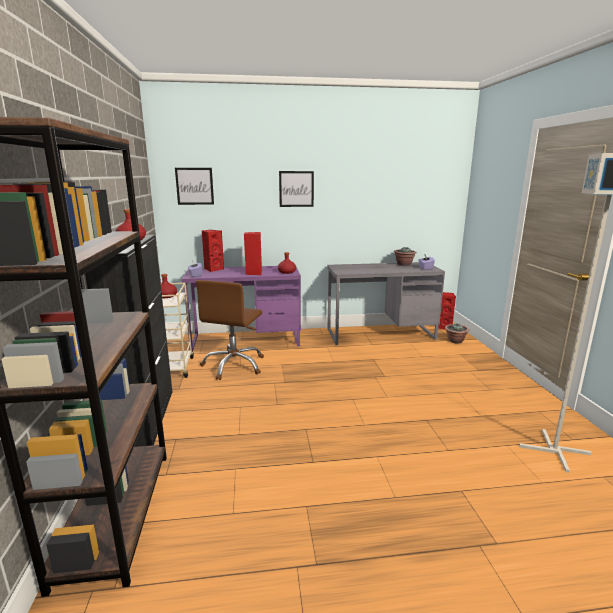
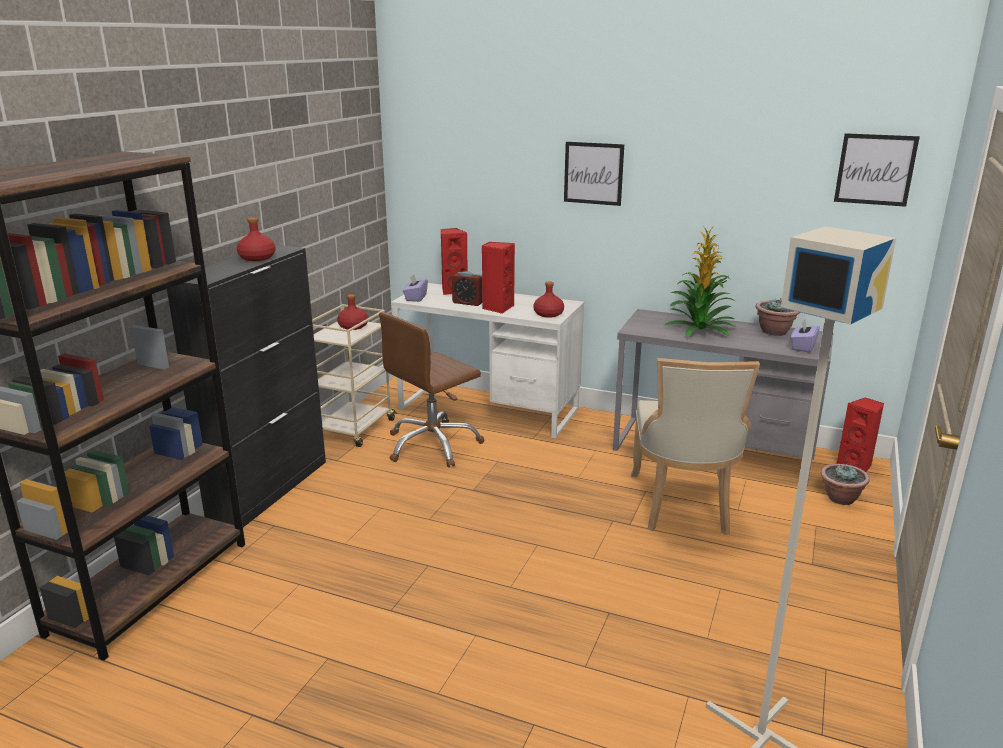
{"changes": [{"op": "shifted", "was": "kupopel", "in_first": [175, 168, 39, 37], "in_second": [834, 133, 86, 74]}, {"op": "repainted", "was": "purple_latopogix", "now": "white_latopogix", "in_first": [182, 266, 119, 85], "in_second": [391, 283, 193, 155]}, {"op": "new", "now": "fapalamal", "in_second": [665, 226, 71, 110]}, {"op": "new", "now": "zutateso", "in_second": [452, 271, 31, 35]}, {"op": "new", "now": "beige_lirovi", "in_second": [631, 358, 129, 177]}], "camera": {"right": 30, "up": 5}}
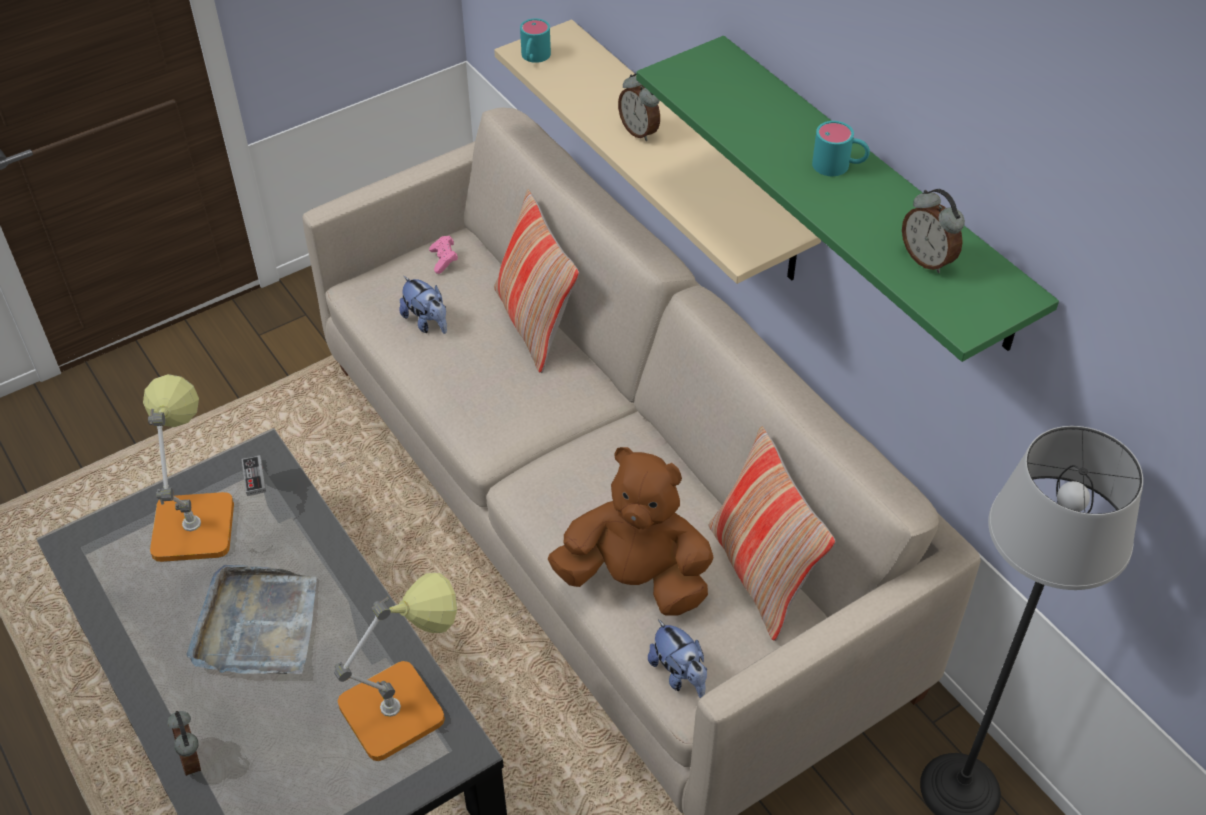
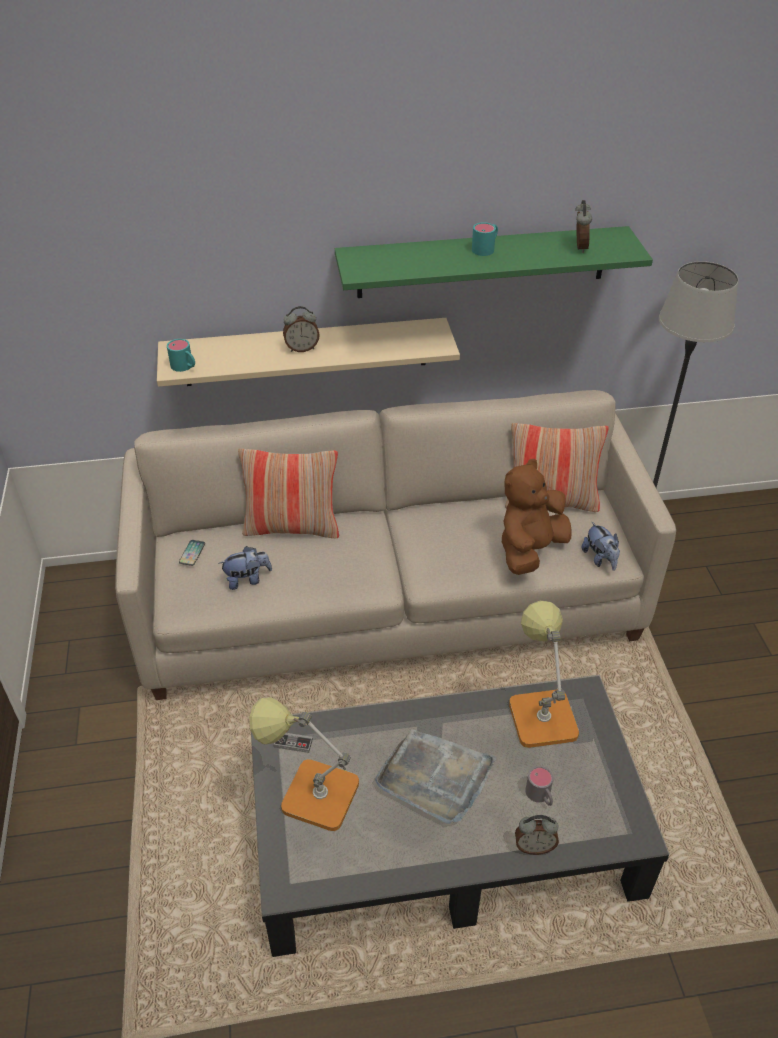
{"changes": [{"op": "rotated", "was": "zutateso", "in_first": [902, 189, 63, 84], "in_second": [575, 200, 17, 53], "clockwise": -75}, {"op": "swapped", "was": "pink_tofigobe", "now": "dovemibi", "in_first": [429, 236, 29, 38], "in_second": [179, 540, 26, 26]}, {"op": "rotated", "was": "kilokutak", "in_first": [648, 619, 59, 79], "in_second": [581, 522, 39, 49], "clockwise": 75}, {"op": "new", "now": "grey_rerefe", "in_second": [525, 766, 28, 40]}], "camera": {"right": -65, "up": -5}}
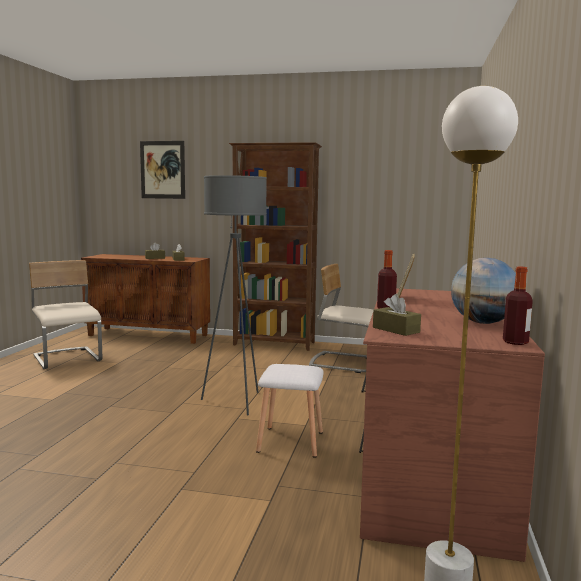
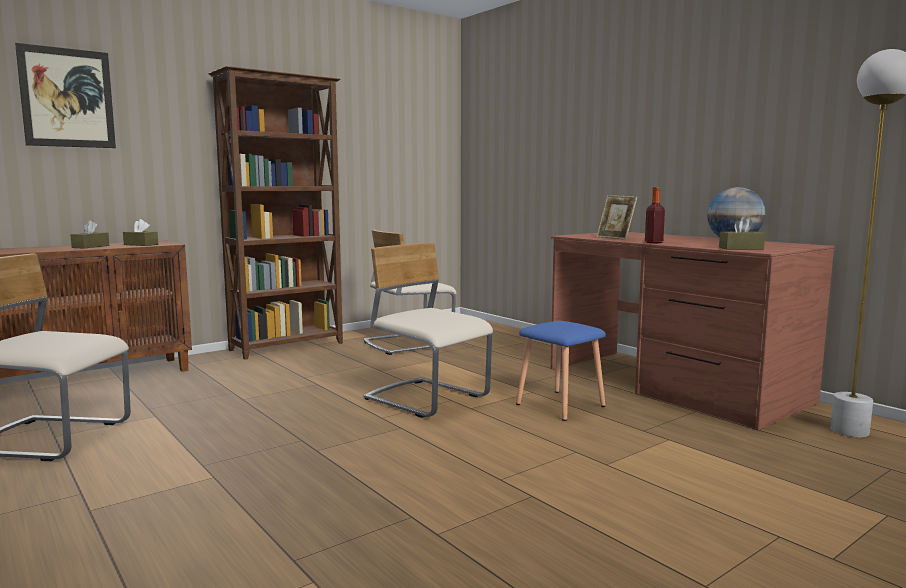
{"changes": [{"op": "swapped", "was": "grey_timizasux", "now": "beige_lirovi", "in_first": [201, 175, 66, 240], "in_second": [364, 242, 129, 176]}, {"op": "gone", "was": "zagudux", "in_first": [503, 267, 30, 78]}, {"op": "repainted", "was": "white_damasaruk", "now": "blue_damasaruk", "in_first": [256, 364, 68, 94], "in_second": [516, 321, 90, 100]}], "camera": {"right": -50, "up": 0}}
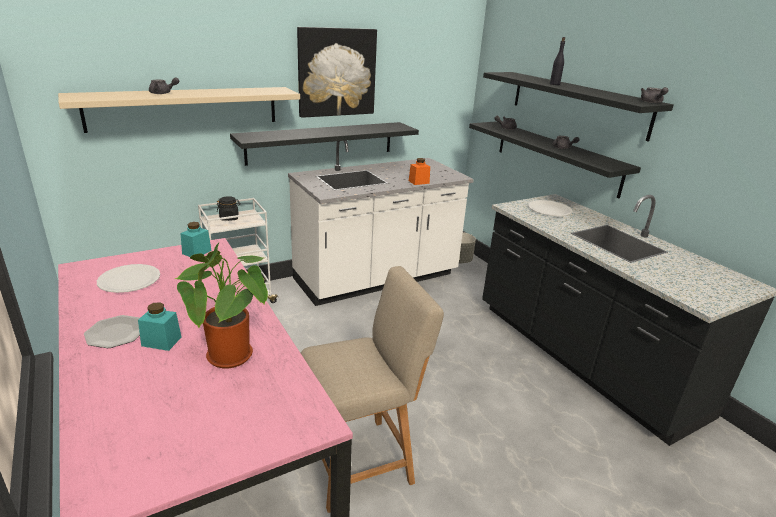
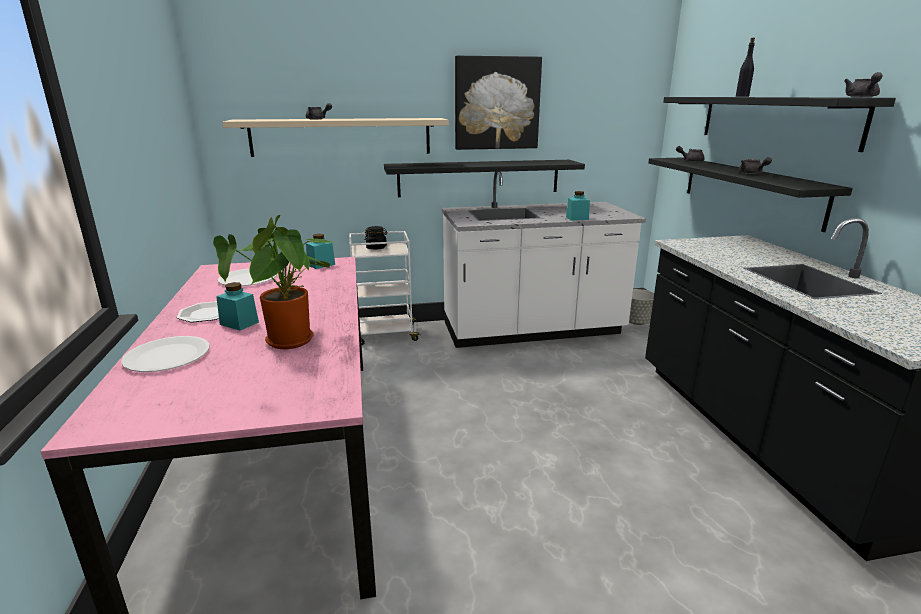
{"changes": [{"op": "repainted", "was": "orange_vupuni", "now": "turquoise_vupuni", "in_first": [409, 158, 21, 27], "in_second": [566, 191, 24, 29]}, {"op": "shifted", "was": "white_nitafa", "in_first": [528, 200, 44, 16], "in_second": [121, 336, 89, 36]}, {"op": "gone", "was": "beige_lirovi", "in_first": [301, 266, 143, 247]}], "camera": {"right": 20, "up": -5}}
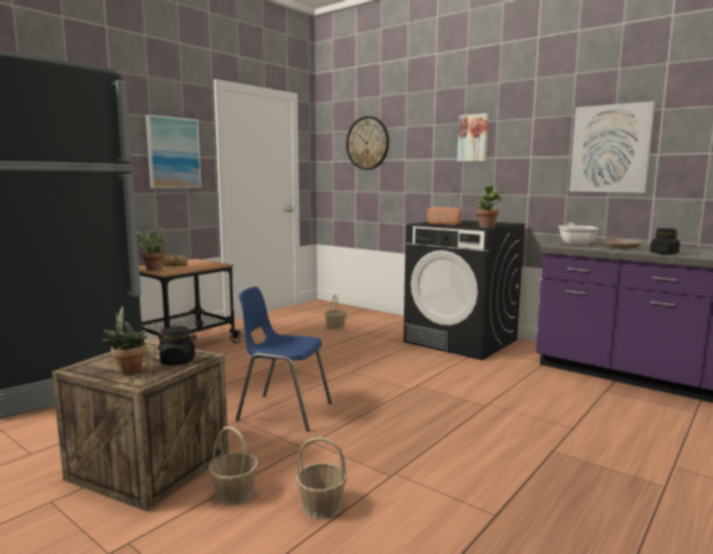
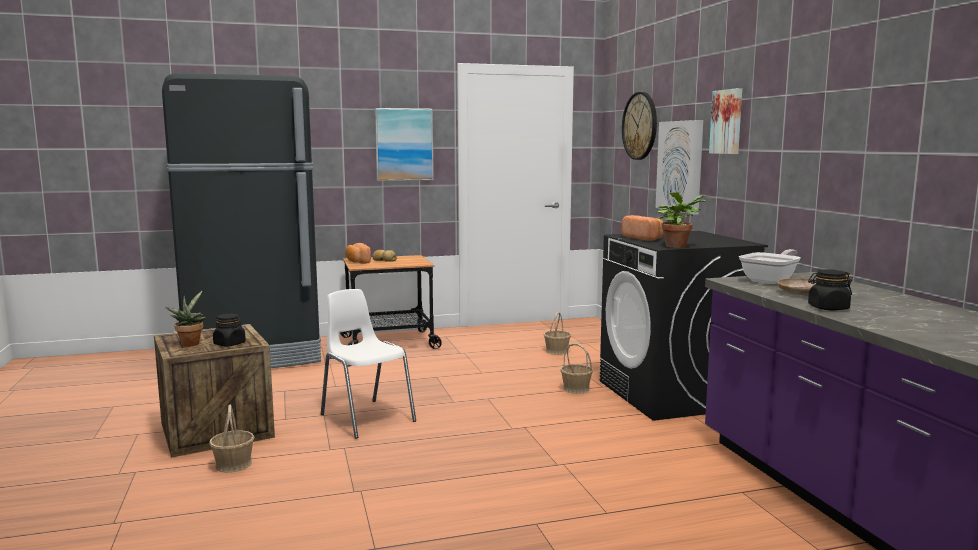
{"changes": [{"op": "shifted", "was": "kupopel", "in_first": [569, 101, 86, 92], "in_second": [655, 120, 48, 95]}, {"op": "swapped", "was": "fapalamal", "now": "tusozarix", "in_first": [137, 228, 31, 42], "in_second": [345, 243, 26, 21]}, {"op": "repainted", "was": "blue_lirovi", "now": "white_lirovi", "in_first": [236, 287, 96, 145], "in_second": [321, 289, 95, 150]}, {"op": "shifted", "was": "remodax", "in_first": [296, 437, 51, 82], "in_second": [560, 343, 33, 51]}], "camera": {"right": 35, "up": 0}}
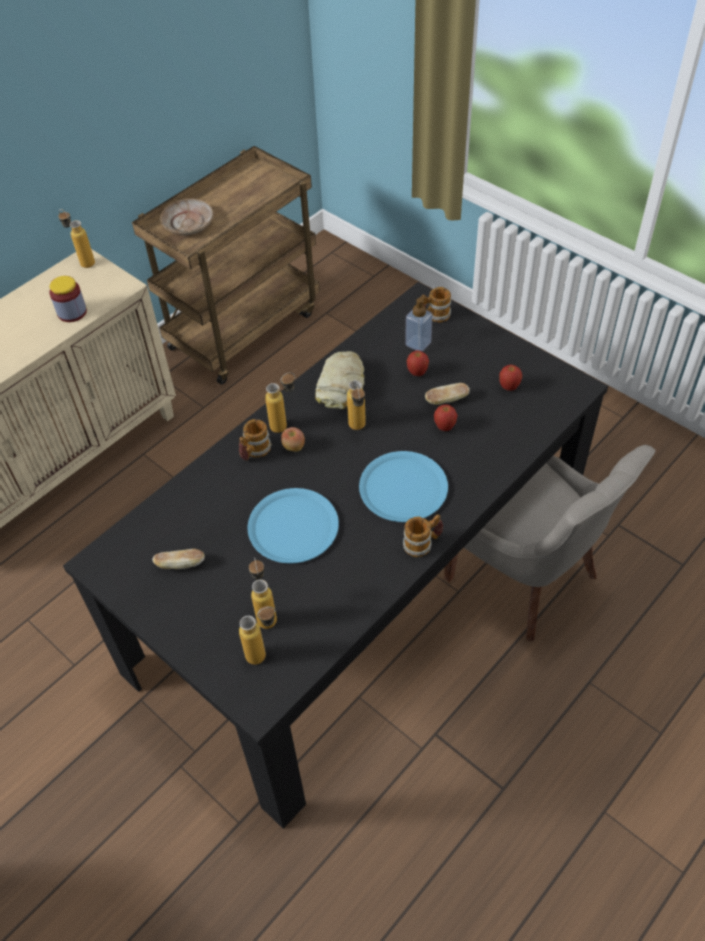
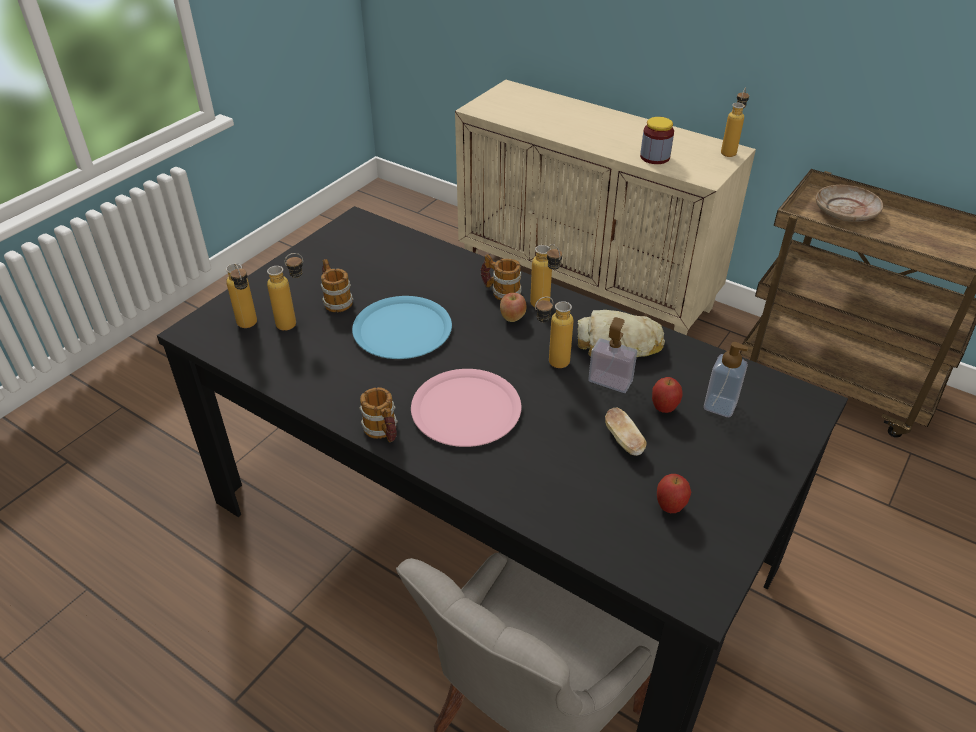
{"changes": [{"op": "shifted", "was": "rerefe", "in_first": [423, 287, 28, 36], "in_second": [321, 259, 32, 53]}, {"op": "gone", "was": "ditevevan", "in_first": [434, 404, 24, 27]}, {"op": "repainted", "was": "blue_nitafa", "now": "pink_nitafa", "in_first": [359, 451, 89, 71], "in_second": [411, 369, 110, 78]}, {"op": "gone", "was": "tusozarix", "in_first": [152, 549, 53, 20]}, {"op": "new", "now": "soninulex", "in_second": [588, 317, 49, 76]}], "camera": {"right": 80, "up": -10}}
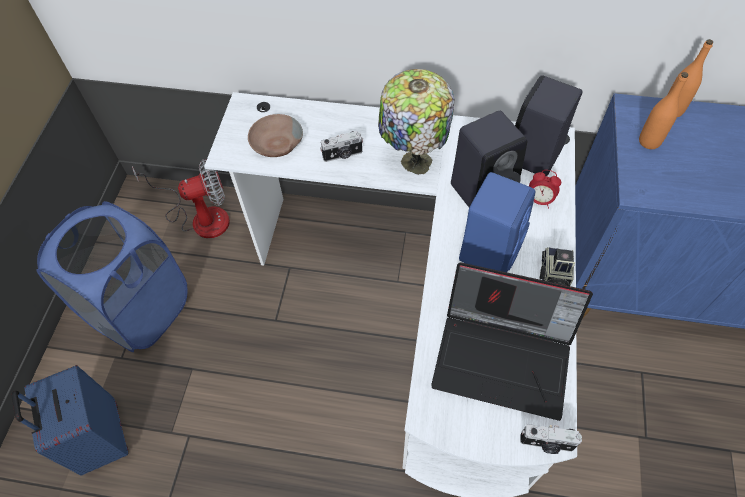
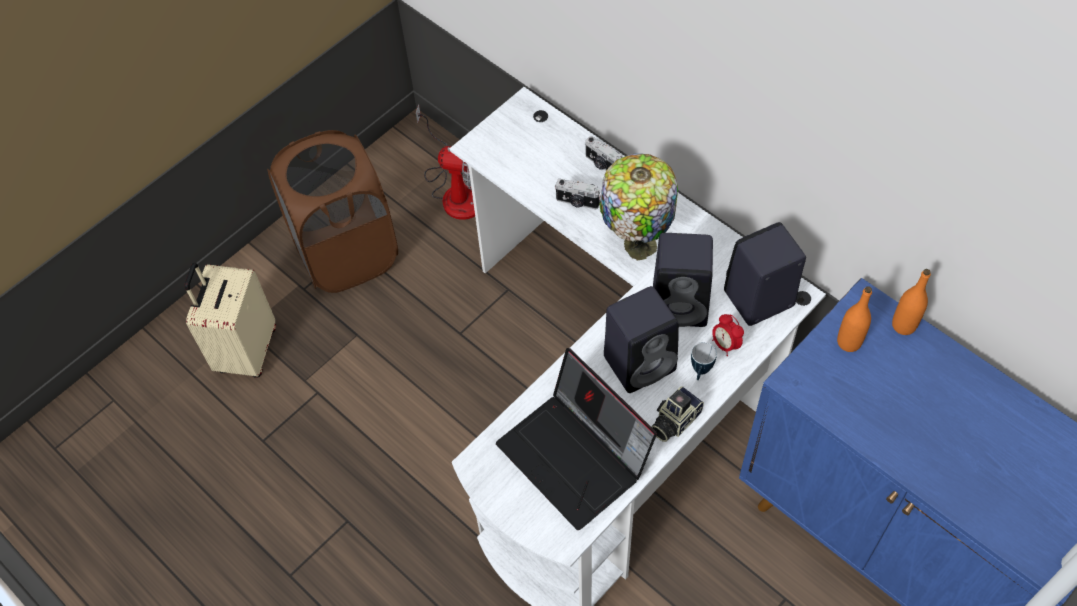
{"changes": [{"op": "gone", "was": "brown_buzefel", "in_first": [248, 114, 55, 43]}, {"op": "repainted", "was": "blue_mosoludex", "now": "black_mosoludex", "in_first": [459, 172, 76, 100], "in_second": [604, 286, 75, 107]}, {"op": "repainted", "was": "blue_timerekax", "now": "brown_timerekax", "in_first": [36, 201, 151, 151], "in_second": [267, 130, 131, 163]}, {"op": "repainted", "was": "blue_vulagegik", "now": "beige_vulagegik", "in_first": [11, 365, 117, 110], "in_second": [184, 263, 92, 115]}, {"op": "shifted", "was": "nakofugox", "in_first": [520, 424, 62, 30], "in_second": [586, 136, 35, 35]}, {"op": "new", "now": "rerefe", "in_second": [691, 342, 26, 38]}], "camera": {"right": 35, "up": 0}}
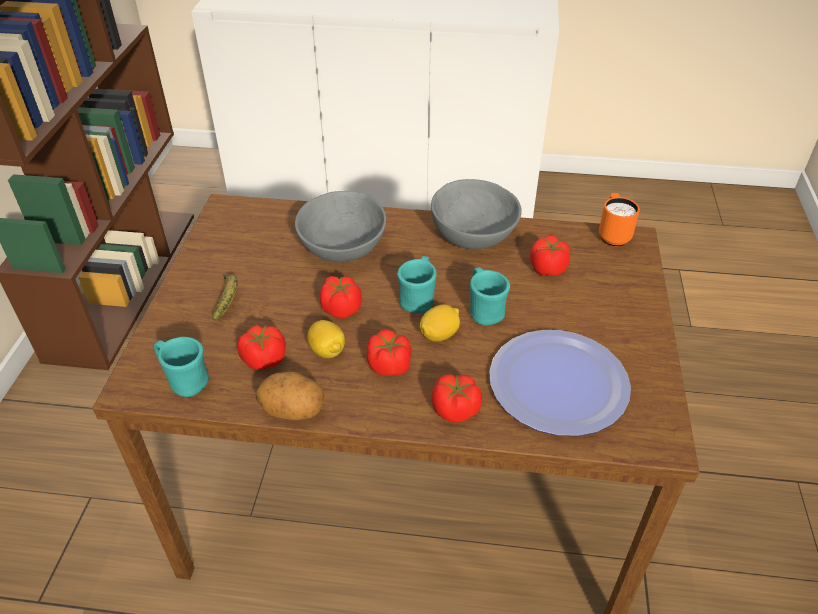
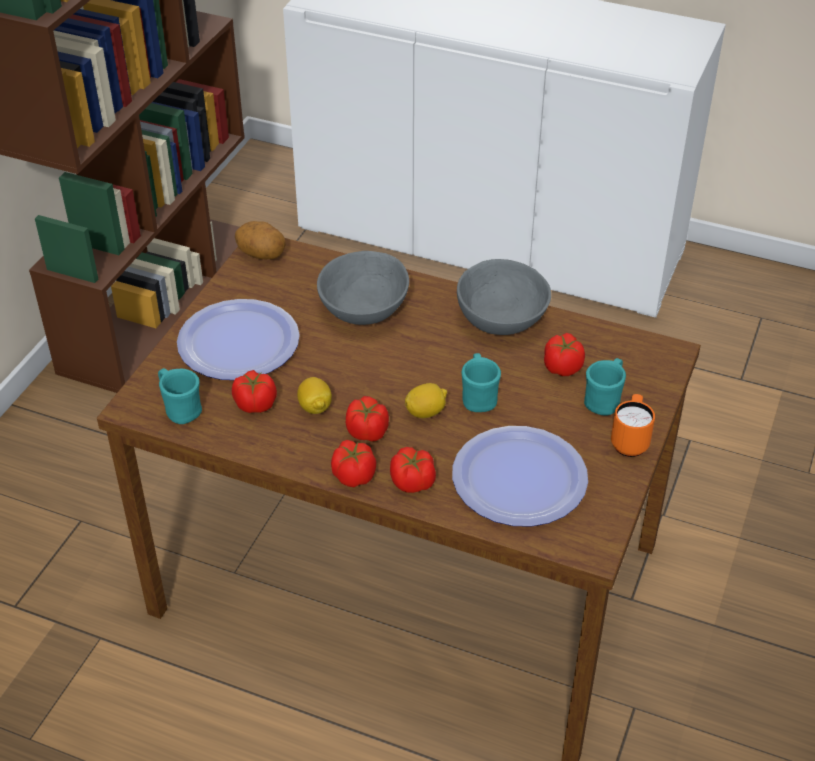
{"changes": [{"op": "shifted", "was": "orange_rerefe", "in_first": [599, 193, 41, 54], "in_second": [611, 394, 44, 63]}, {"op": "shifted", "was": "turquoise_rerefe", "in_first": [397, 256, 40, 58], "in_second": [584, 358, 42, 58]}, {"op": "swapped", "was": "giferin", "now": "nitafa", "in_first": [212, 273, 26, 48], "in_second": [177, 299, 123, 81]}, {"op": "shifted", "was": "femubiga", "in_first": [320, 276, 42, 43], "in_second": [331, 440, 45, 47]}, {"op": "shifted", "was": "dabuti", "in_first": [256, 372, 68, 48], "in_second": [235, 221, 51, 38]}], "camera": {"right": 15, "up": 0}}
